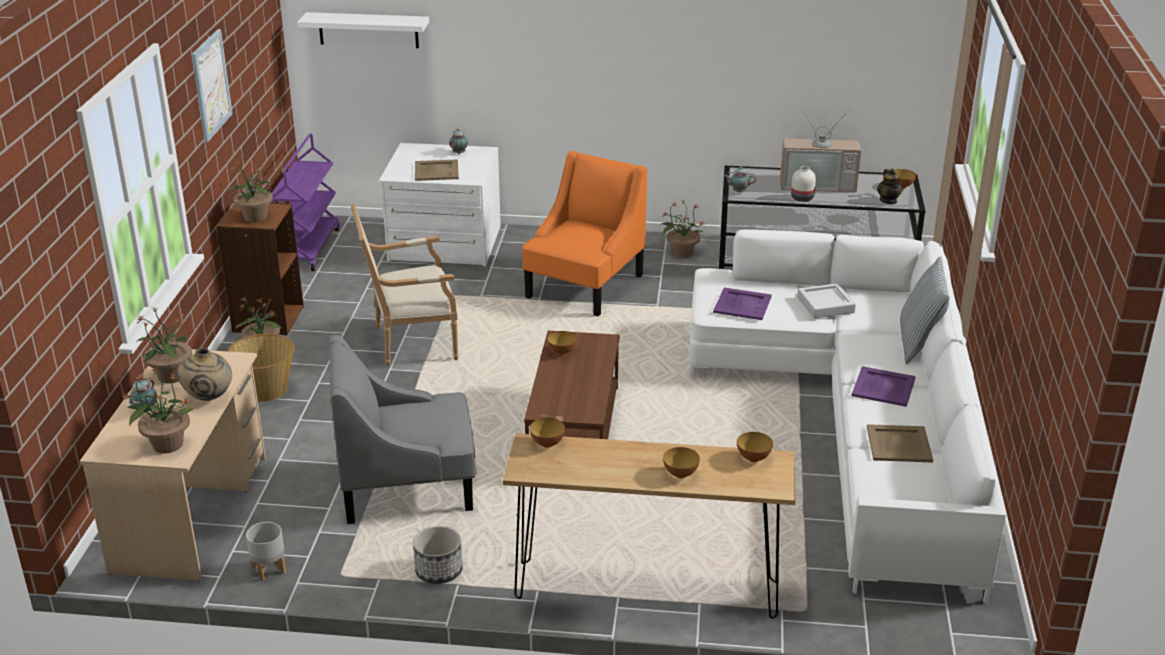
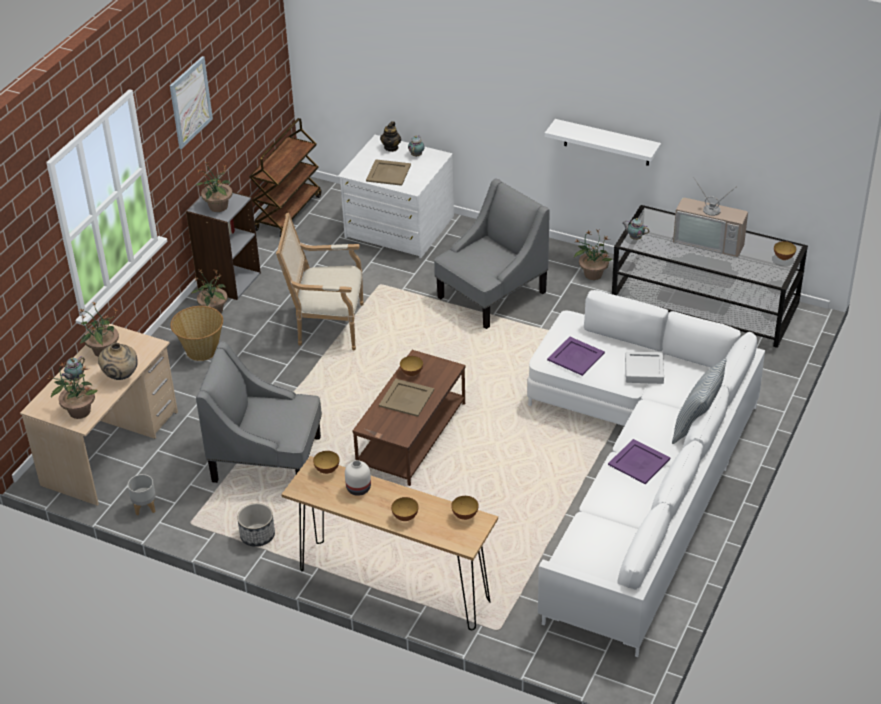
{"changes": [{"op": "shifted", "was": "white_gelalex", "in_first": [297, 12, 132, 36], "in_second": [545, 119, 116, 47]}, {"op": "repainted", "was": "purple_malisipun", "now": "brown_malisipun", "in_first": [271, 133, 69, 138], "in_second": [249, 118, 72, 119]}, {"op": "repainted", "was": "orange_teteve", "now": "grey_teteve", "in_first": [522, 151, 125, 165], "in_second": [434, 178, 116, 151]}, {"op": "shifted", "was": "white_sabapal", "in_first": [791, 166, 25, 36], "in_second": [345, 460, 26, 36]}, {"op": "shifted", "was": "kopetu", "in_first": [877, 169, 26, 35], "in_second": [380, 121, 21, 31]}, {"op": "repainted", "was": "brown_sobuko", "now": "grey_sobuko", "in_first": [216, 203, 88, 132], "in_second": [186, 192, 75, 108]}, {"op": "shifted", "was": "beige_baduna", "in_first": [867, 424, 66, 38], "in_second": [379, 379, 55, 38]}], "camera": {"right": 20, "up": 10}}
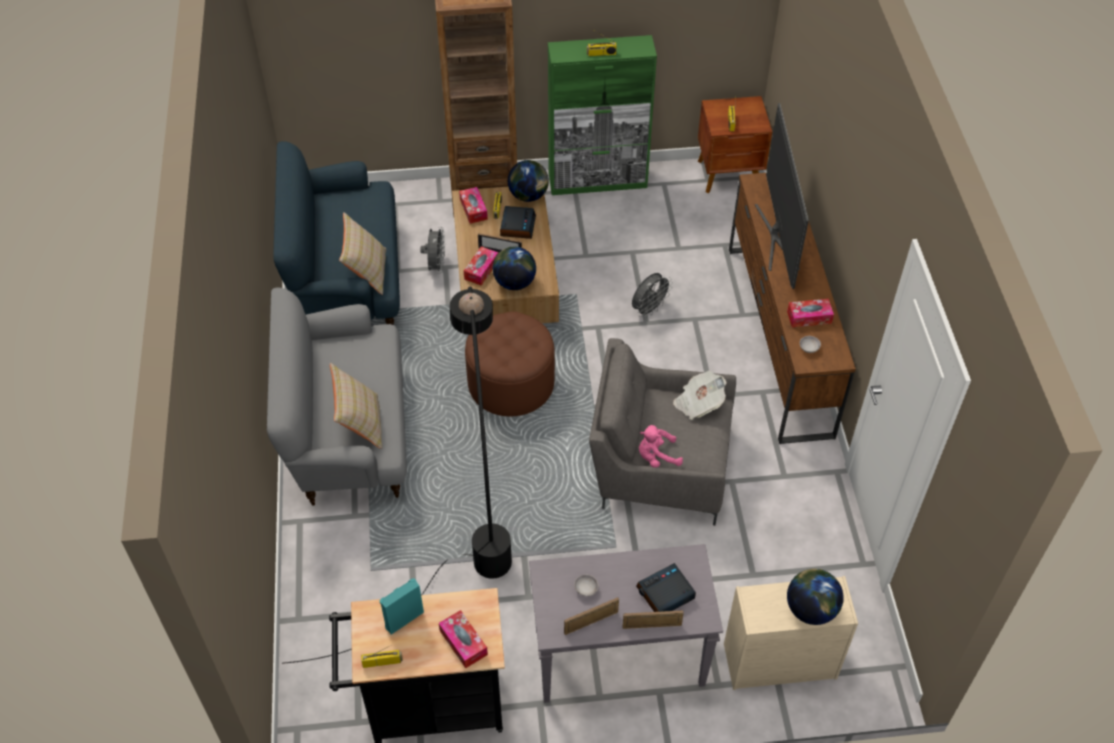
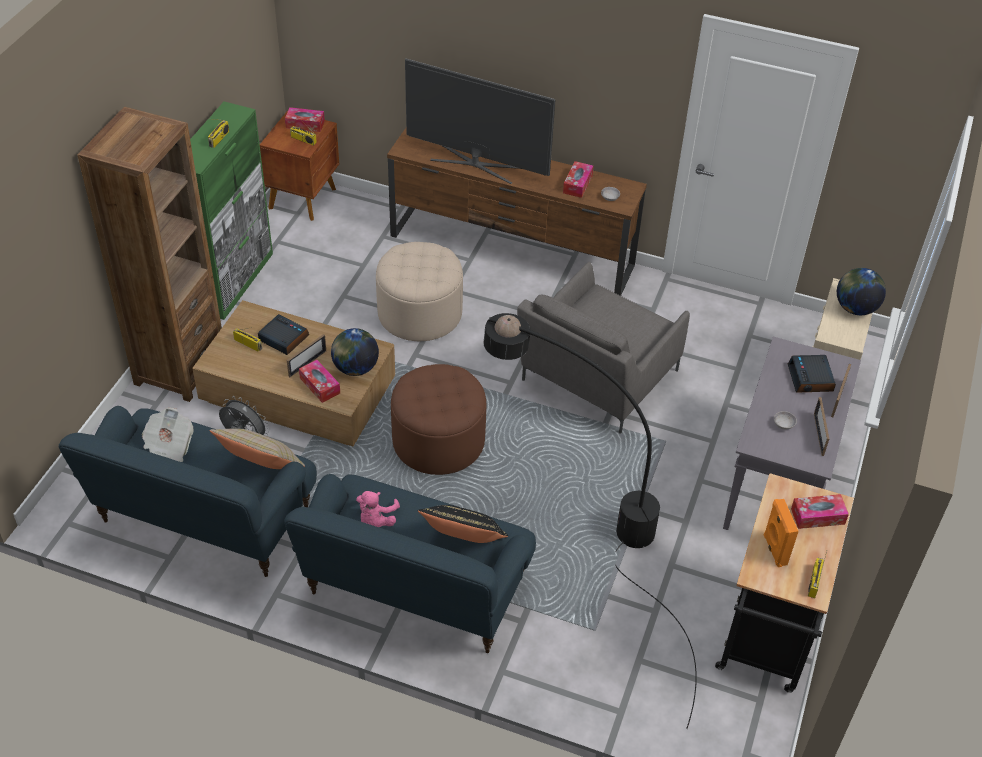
{"changes": [{"op": "gone", "was": "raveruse", "in_first": [508, 160, 41, 42]}, {"op": "shifted", "was": "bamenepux", "in_first": [459, 187, 29, 37], "in_second": [285, 107, 40, 25]}, {"op": "swapped", "was": "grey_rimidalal", "now": "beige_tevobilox", "in_first": [632, 273, 41, 45], "in_second": [376, 242, 87, 99]}, {"op": "repainted", "was": "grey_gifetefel", "now": "blue_gifetefel", "in_first": [267, 287, 140, 219], "in_second": [285, 474, 251, 179]}, {"op": "repainted", "was": "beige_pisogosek", "now": "black_pisogosek", "in_first": [330, 363, 52, 86], "in_second": [418, 505, 90, 38]}, {"op": "shifted", "was": "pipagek", "in_first": [673, 371, 54, 49], "in_second": [142, 407, 52, 55]}, {"op": "shifted", "was": "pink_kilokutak", "in_first": [639, 425, 44, 43], "in_second": [356, 491, 44, 36]}, {"op": "repainted", "was": "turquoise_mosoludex", "now": "orange_mosoludex", "in_first": [380, 578, 44, 56], "in_second": [764, 499, 35, 68]}], "camera": {"right": -65, "up": -5}}
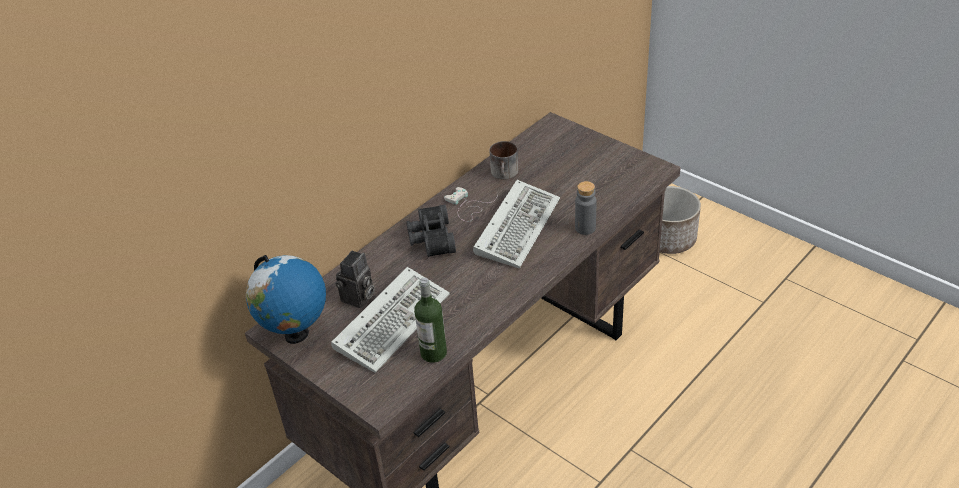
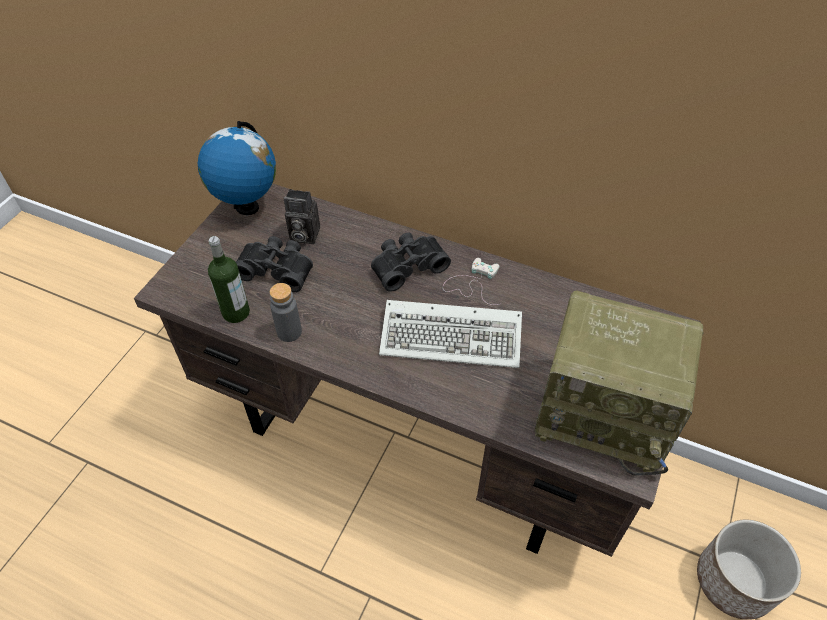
{"changes": [{"op": "gone", "was": "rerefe", "in_first": [489, 141, 29, 39]}, {"op": "shifted", "was": "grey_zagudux", "in_first": [575, 181, 22, 54], "in_second": [270, 283, 32, 59]}, {"op": "swapped", "was": "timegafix", "now": "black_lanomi", "in_first": [331, 267, 119, 106], "in_second": [236, 236, 77, 56]}, {"op": "new", "now": "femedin", "in_second": [534, 291, 169, 185]}], "camera": {"right": 70, "up": 10}}
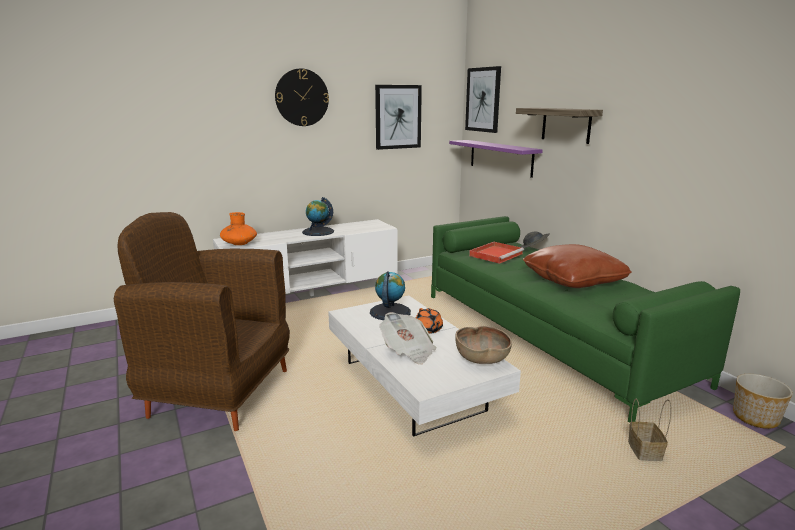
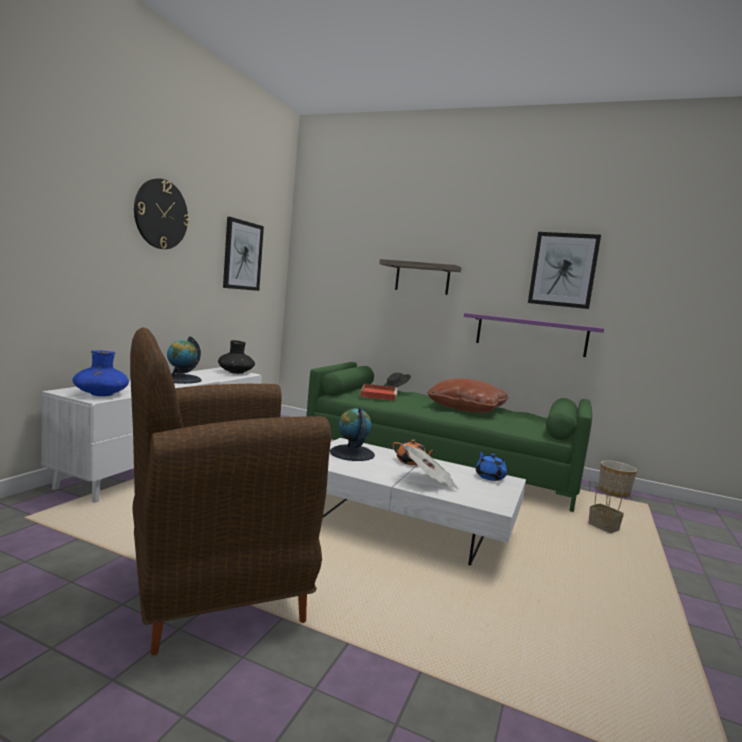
{"changes": [{"op": "shifted", "was": "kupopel", "in_first": [465, 66, 36, 67], "in_second": [528, 232, 73, 77]}, {"op": "shifted", "was": "purple_gelalex", "in_first": [449, 140, 94, 38], "in_second": [464, 313, 140, 44]}, {"op": "repainted", "was": "orange_sabapal", "now": "blue_sabapal", "in_first": [220, 212, 37, 33], "in_second": [73, 350, 56, 46]}, {"op": "swapped", "was": "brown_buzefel", "now": "blue_kopetu", "in_first": [455, 326, 57, 38], "in_second": [476, 451, 31, 30]}, {"op": "new", "now": "black_sabapal", "in_second": [218, 340, 37, 34]}], "camera": {"right": -40, "up": -10}}
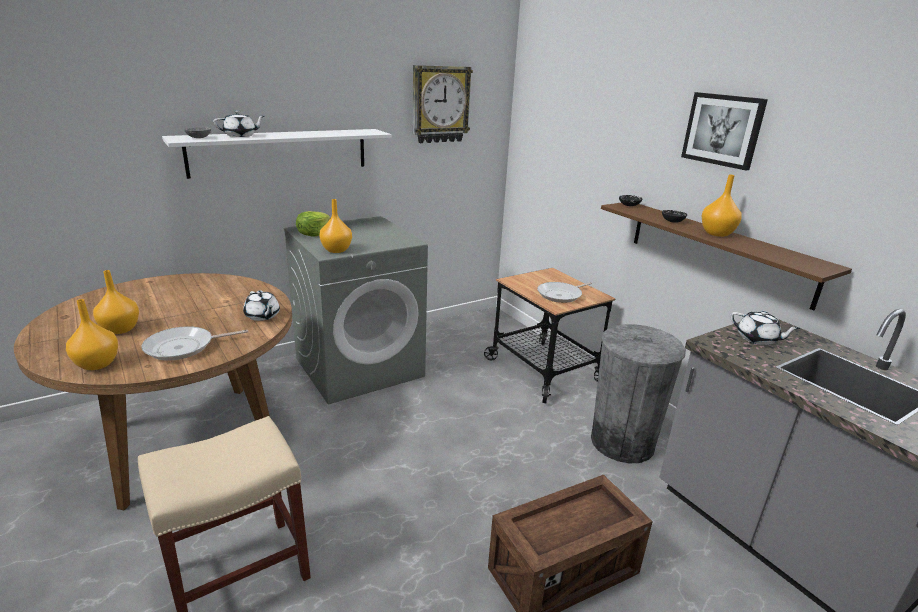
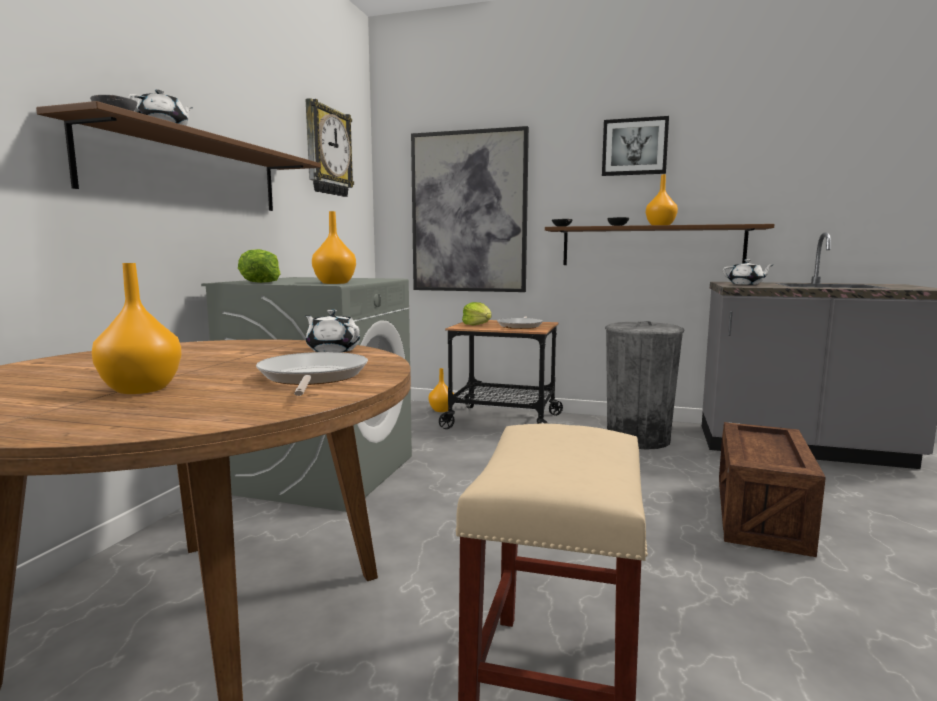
{"changes": [{"op": "repainted", "was": "white_gelalex", "now": "brown_gelalex", "in_first": [162, 129, 230, 50], "in_second": [36, 101, 285, 110]}, {"op": "rotated", "was": "white_kopetu", "in_first": [243, 291, 37, 30], "in_second": [305, 310, 55, 42], "clockwise": -150}, {"op": "shifted", "was": "orange_sabapal", "in_first": [66, 299, 52, 71], "in_second": [428, 368, 26, 44]}, {"op": "rotated", "was": "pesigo", "in_first": [141, 326, 107, 35], "in_second": [256, 352, 112, 44], "clockwise": 150}, {"op": "new", "now": "kupopel", "in_second": [411, 126, 118, 166]}, {"op": "new", "now": "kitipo", "in_second": [462, 302, 29, 23]}], "camera": {"right": -40, "up": -15}}
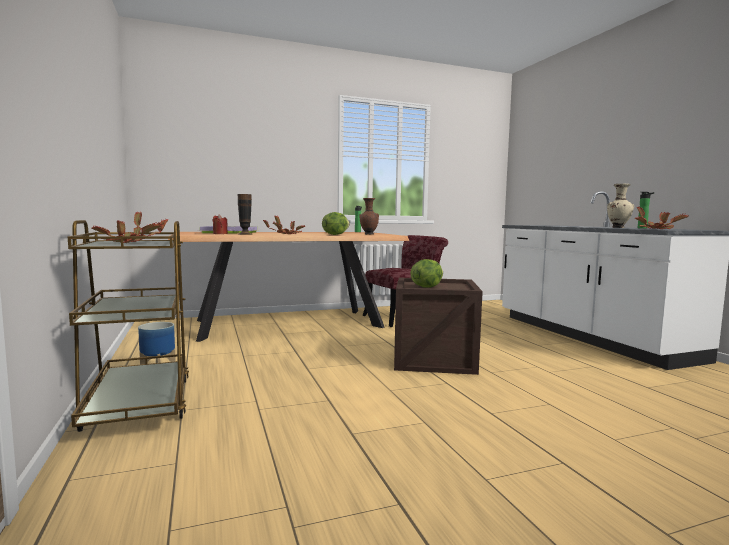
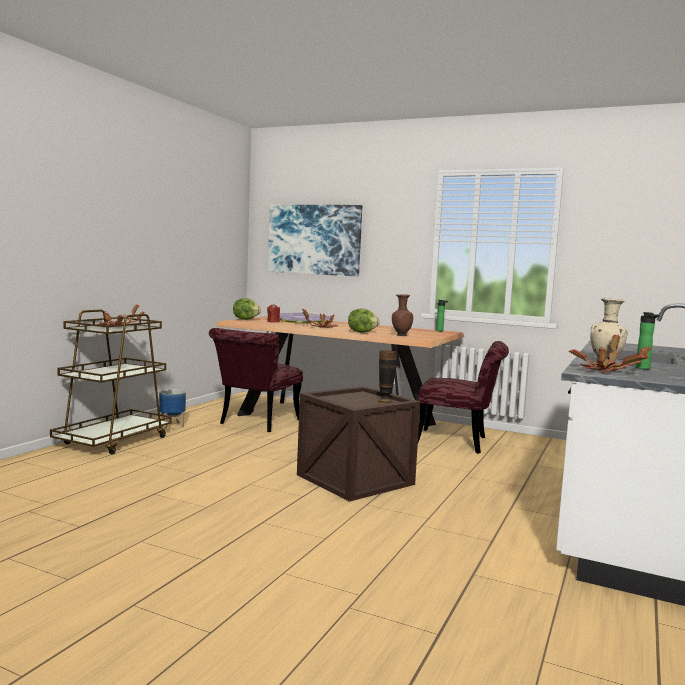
{"changes": [{"op": "shifted", "was": "sabapal", "in_first": [238, 194, 15, 41], "in_second": [376, 350, 21, 55]}, {"op": "shifted", "was": "kitipo", "in_first": [410, 259, 33, 29], "in_second": [233, 298, 28, 22]}, {"op": "new", "now": "kupopel", "in_second": [268, 205, 94, 71]}, {"op": "new", "now": "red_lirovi", "in_second": [209, 328, 94, 104]}], "camera": {"right": 45, "up": 0}}
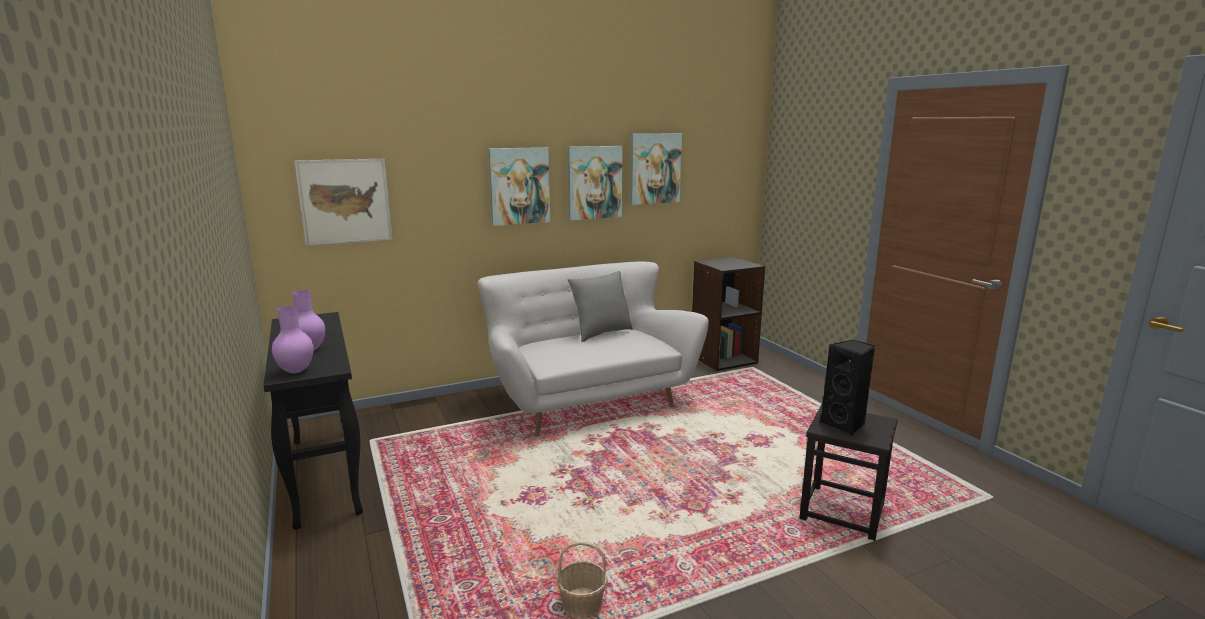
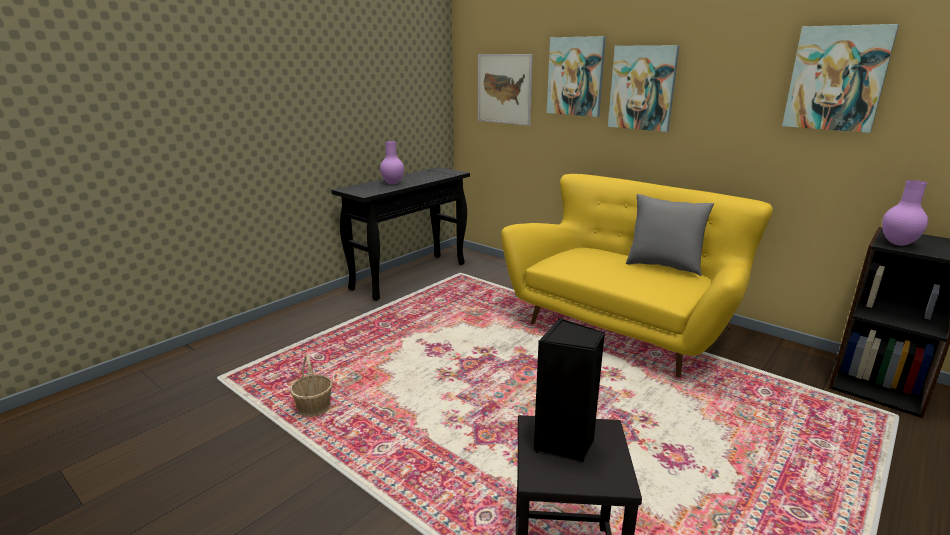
{"changes": [{"op": "shifted", "was": "kupopel", "in_first": [568, 146, 55, 74], "in_second": [547, 36, 59, 81]}, {"op": "repainted", "was": "white_gifetefel", "now": "yellow_gifetefel", "in_first": [477, 261, 232, 174], "in_second": [501, 174, 272, 203]}, {"op": "shifted", "was": "purple_sabapal", "in_first": [272, 306, 42, 67], "in_second": [882, 180, 46, 66]}], "camera": {"right": 65, "up": 5}}
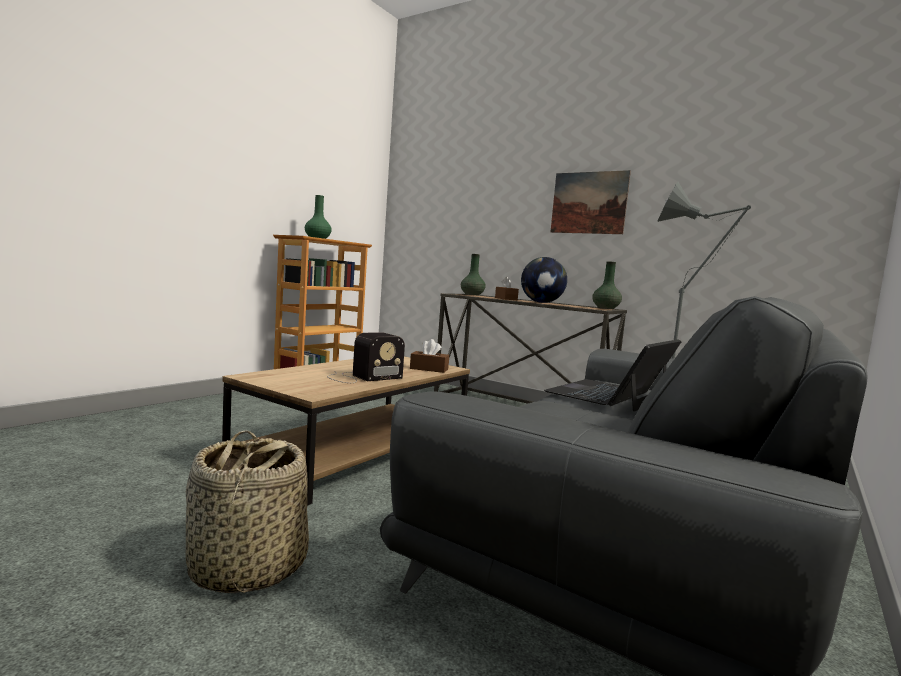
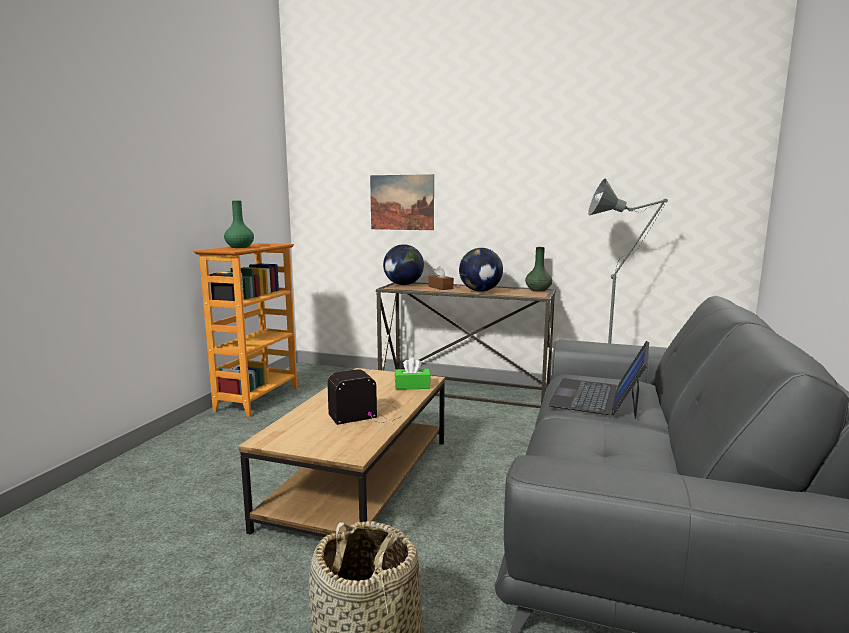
{"changes": [{"op": "shifted", "was": "kupopel", "in_first": [551, 170, 80, 64], "in_second": [370, 174, 64, 56]}, {"op": "swapped", "was": "green_sabapal", "now": "raveruse", "in_first": [461, 254, 25, 41], "in_second": [383, 244, 41, 41]}, {"op": "rotated", "was": "femedin", "in_first": [327, 332, 78, 51], "in_second": [327, 369, 75, 56], "clockwise": -150}, {"op": "repainted", "was": "brown_bamenepux", "now": "green_bamenepux", "in_first": [410, 339, 39, 34], "in_second": [395, 357, 36, 33]}], "camera": {"right": -15, "up": 5}}
